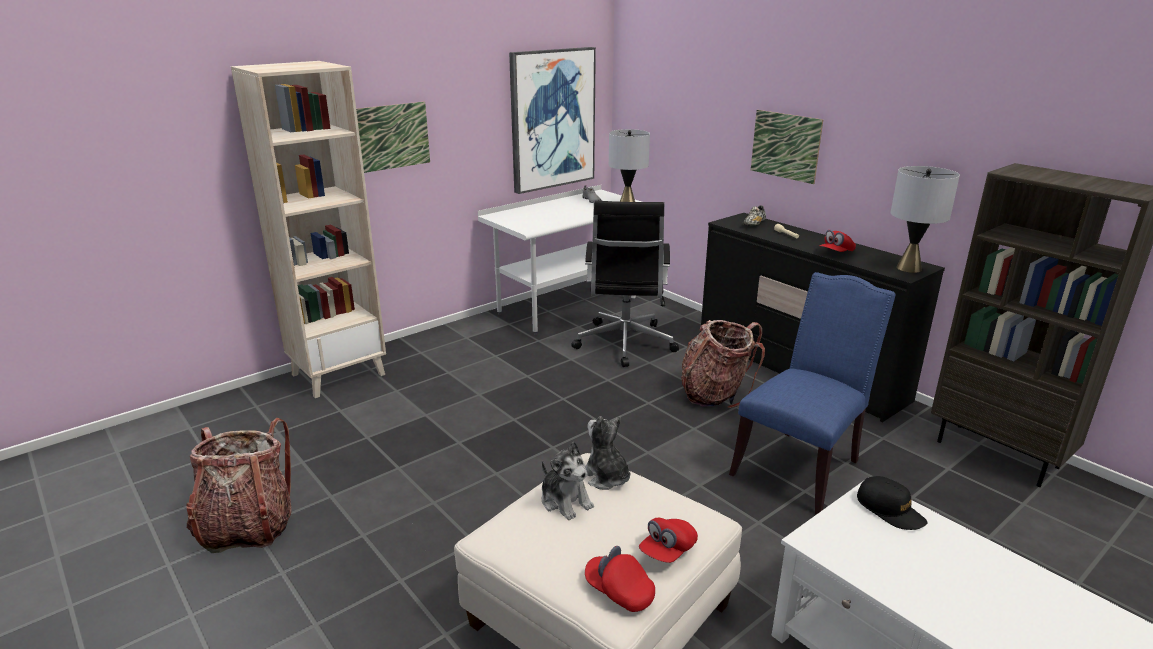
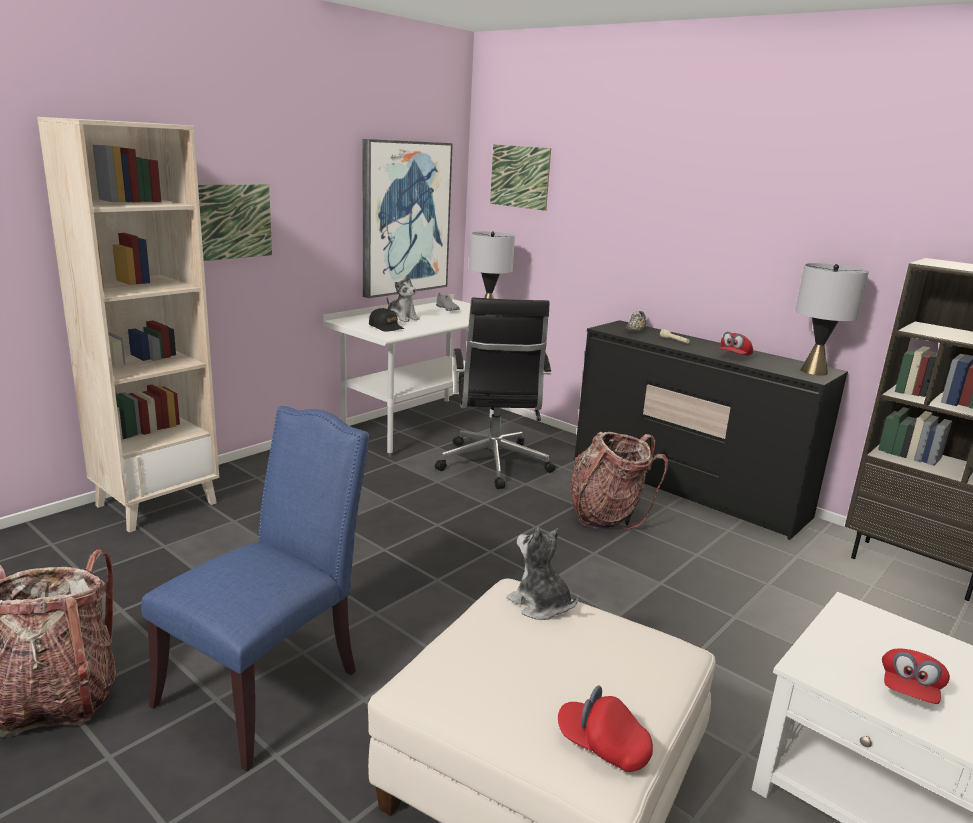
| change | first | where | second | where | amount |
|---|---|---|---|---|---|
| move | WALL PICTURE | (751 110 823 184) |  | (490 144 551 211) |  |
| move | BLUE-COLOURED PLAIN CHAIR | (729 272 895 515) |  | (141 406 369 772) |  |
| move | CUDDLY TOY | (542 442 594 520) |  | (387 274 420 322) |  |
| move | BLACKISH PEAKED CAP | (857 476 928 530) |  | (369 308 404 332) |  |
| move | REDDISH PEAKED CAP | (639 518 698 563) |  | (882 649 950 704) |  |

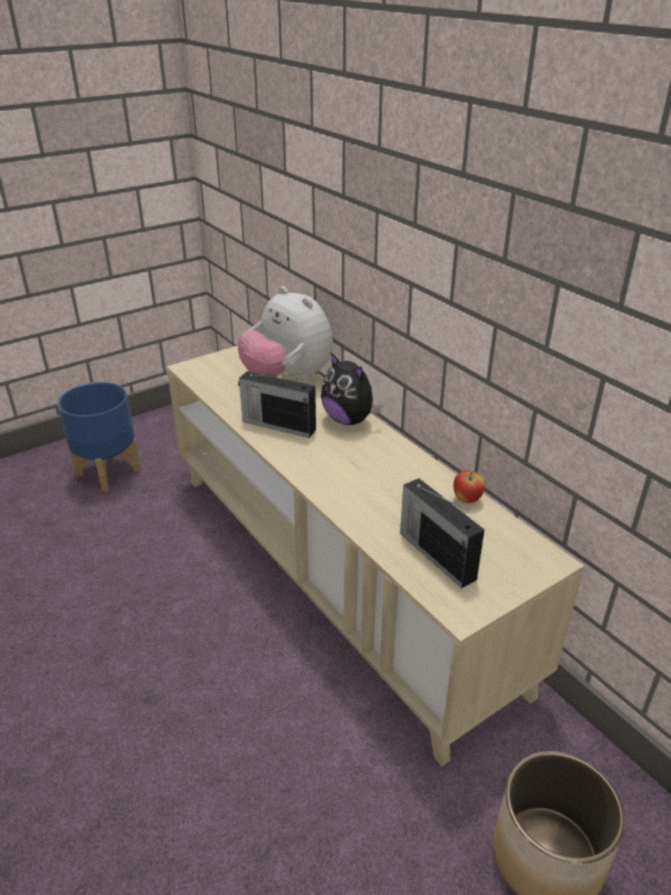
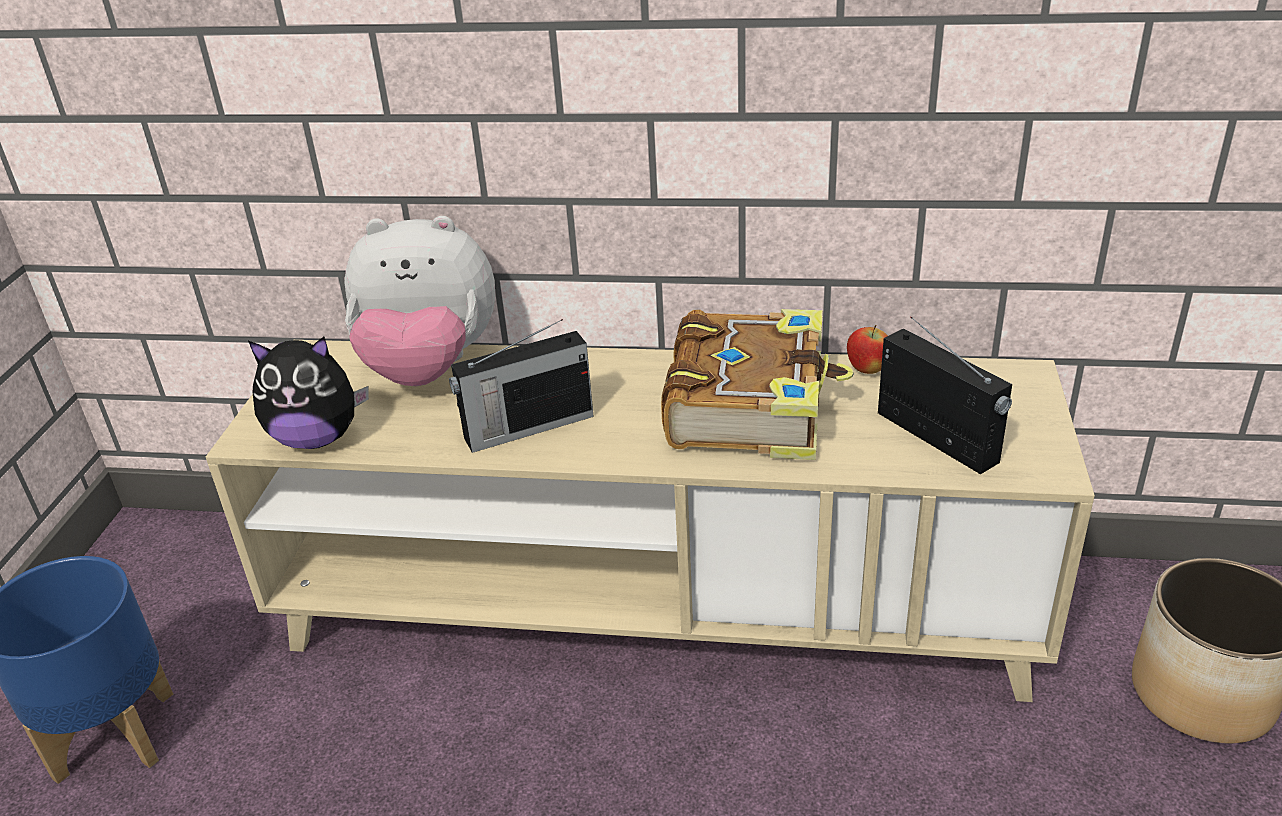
| change | first | where | second | where | amount |
|---|---|---|---|---|---|
| move | CUDDLY TOY | (321 352 383 425) |  | (248 337 369 449) |  |
| rotate | RADIO RECEIVER | (400 478 485 588) |  | (878 317 1012 474) | 135 degrees counterclockwise |
| insert |  |  | VOLUME | (661 309 854 460) |  |

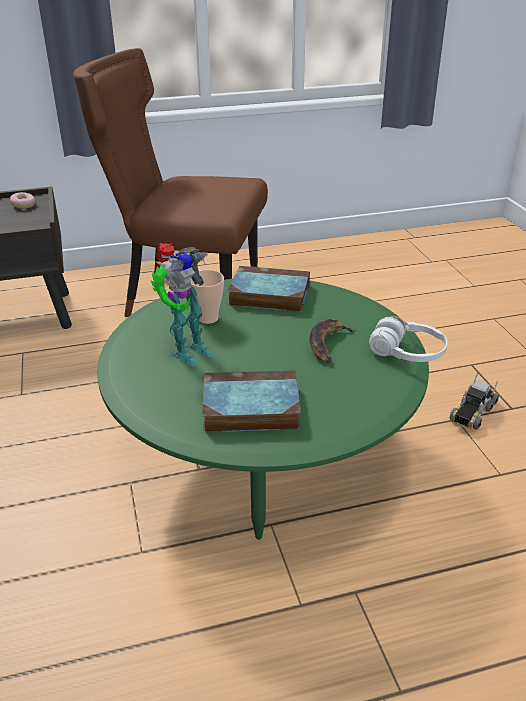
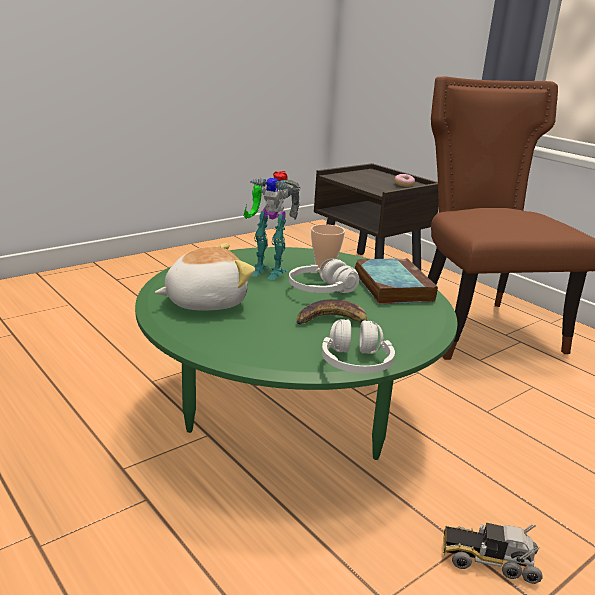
| change | first | where | second | where | amount |
|---|---|---|---|---|---|
| replace | VOLUME | (202 370 301 433) | CUDDLY TOY | (155 243 255 311) |  |
| insert |  |  | WHITISH PAIR OF HEADPHONES | (289 258 359 293) |  |

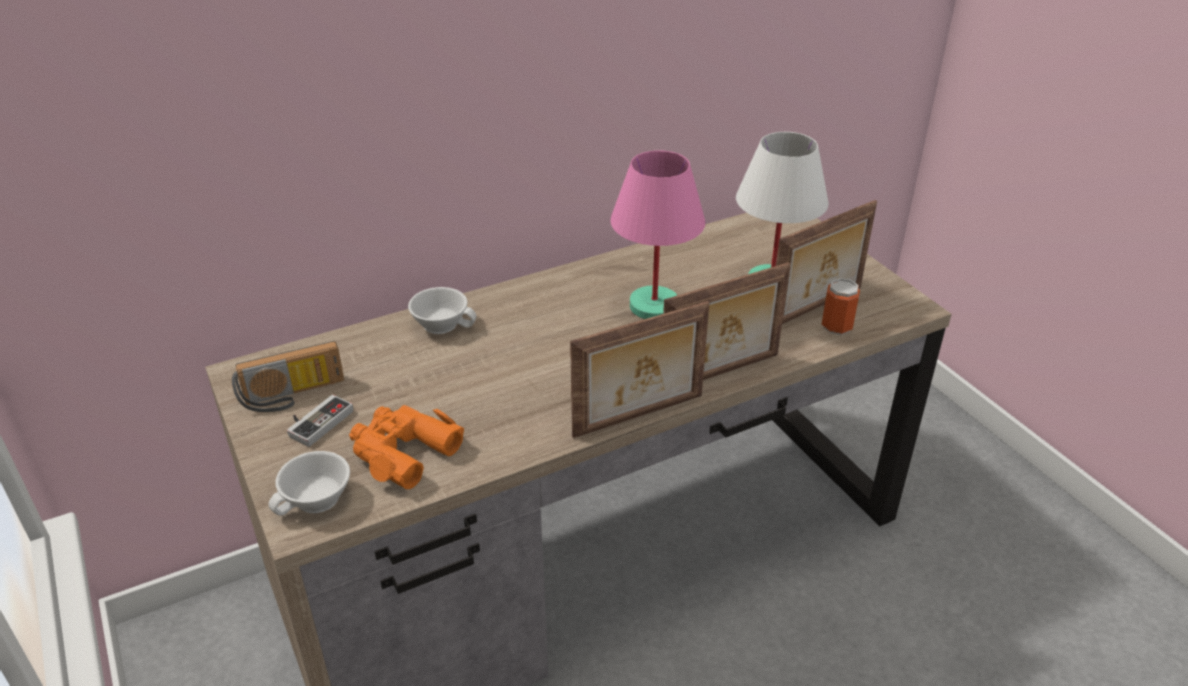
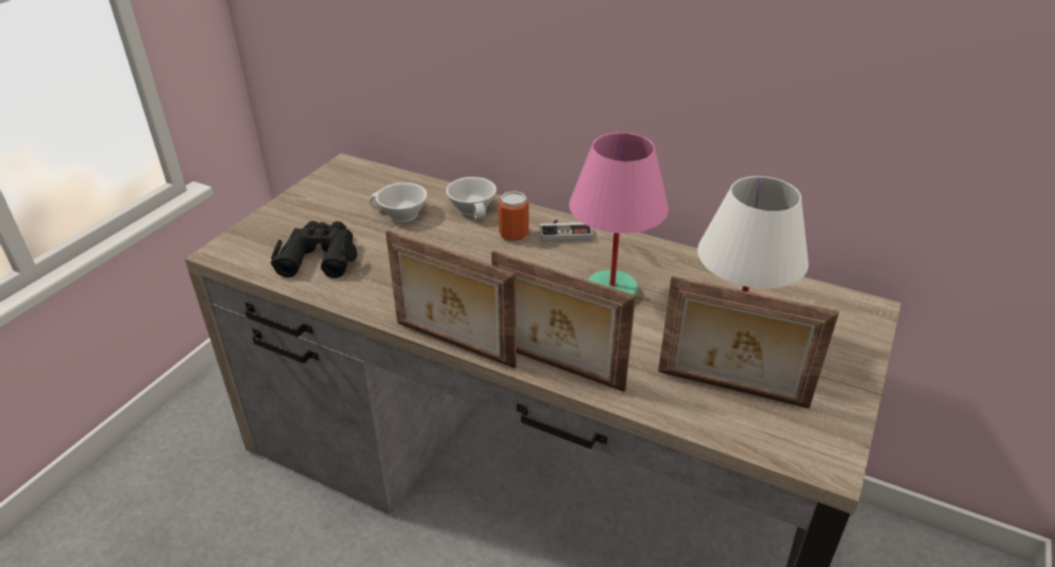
| change | first | where | second | where | amount |
|---|---|---|---|---|---|
| move | METAL CAN | (822 278 860 335) |  | (498 191 529 243) |  |
| delete | RADIO RECEIVER | (232 341 344 412) |  |  |  |
| move | GAMEPAD | (287 395 353 447) |  | (540 219 593 242) |  |
| recolor | ORANGE-COLOURED FIELD GLASSES | (349 405 464 489) | BLACKISH FIELD GLASSES | (271 221 357 278) |  |
| move | WHITISH DRINKING CUP | (268 451 350 516) |  | (370 183 427 222) |  |

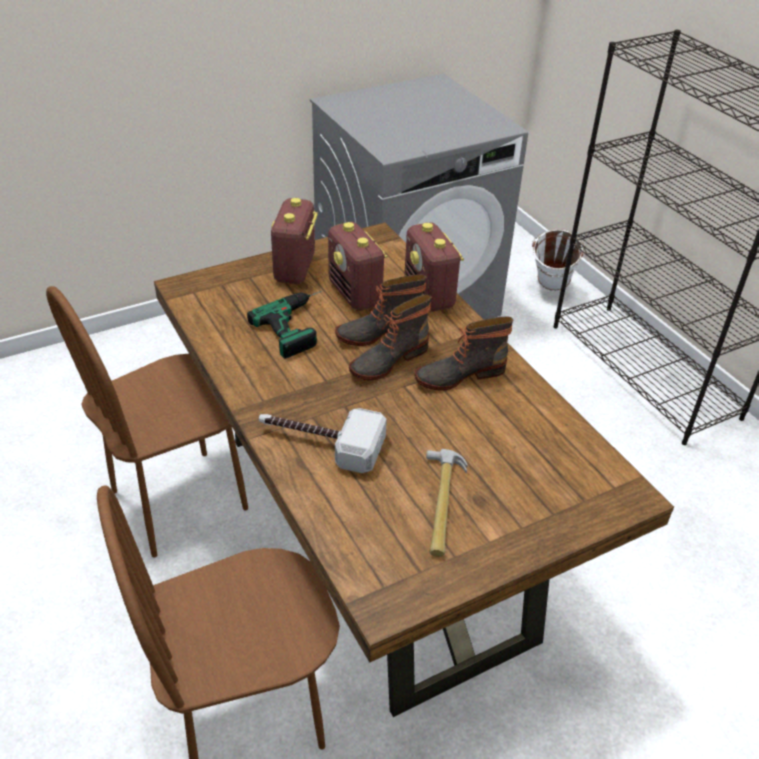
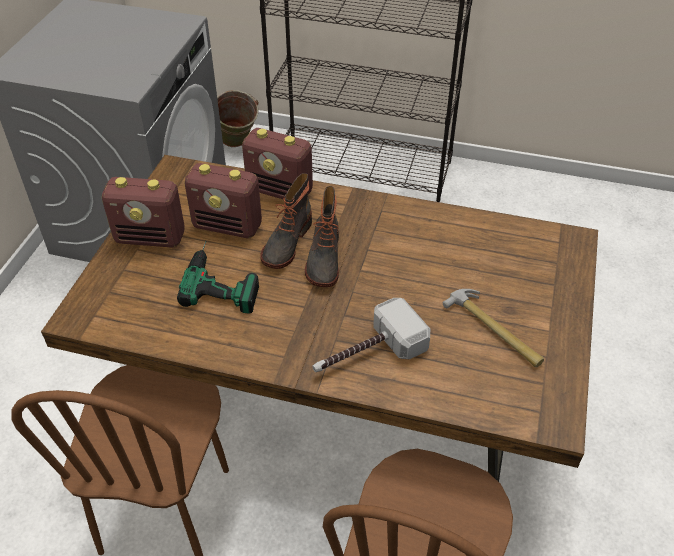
| change | first | where | second | where | amount |
|---|---|---|---|---|---|
| rotate | RADIO RECEIVER | (271 198 318 284) |  | (102 177 185 248) | 45 degrees counterclockwise |
| recolor | WHITISH BUCKET | (532 229 585 291) | GREENISH BUCKET | (217 90 259 147) |  |
| delete | BOOT | (414 316 513 391) |  |  |  |

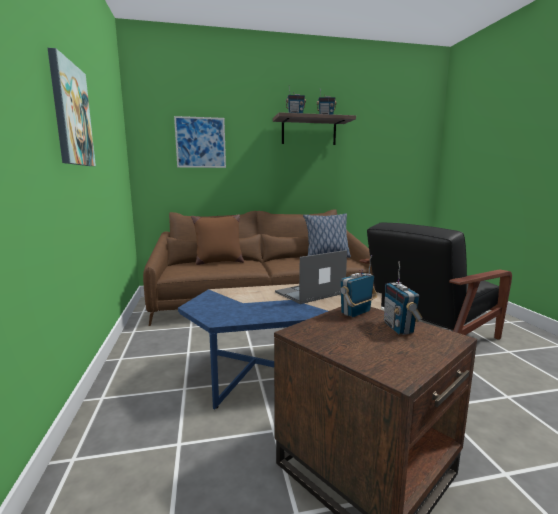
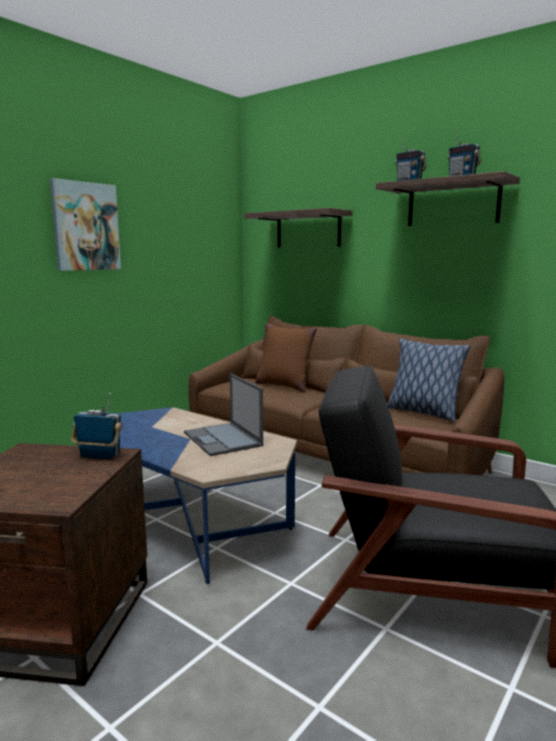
| change | first | where | second | where | amount |
|---|---|---|---|---|---|
| replace | WALL PICTURE | (174 116 226 168) | SHELF | (244 208 353 247) |  |
| rotate | PORTABLE COMPUTER | (275 250 347 304) |  | (184 374 263 456) | 135 degrees counterclockwise |
| delete | RADIO RECEIVER | (384 261 423 335) |  |  |  |

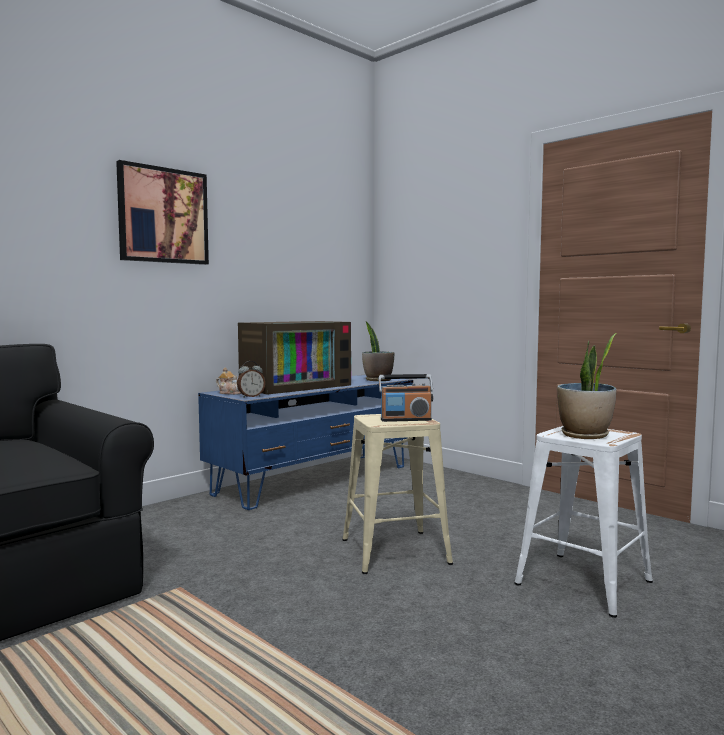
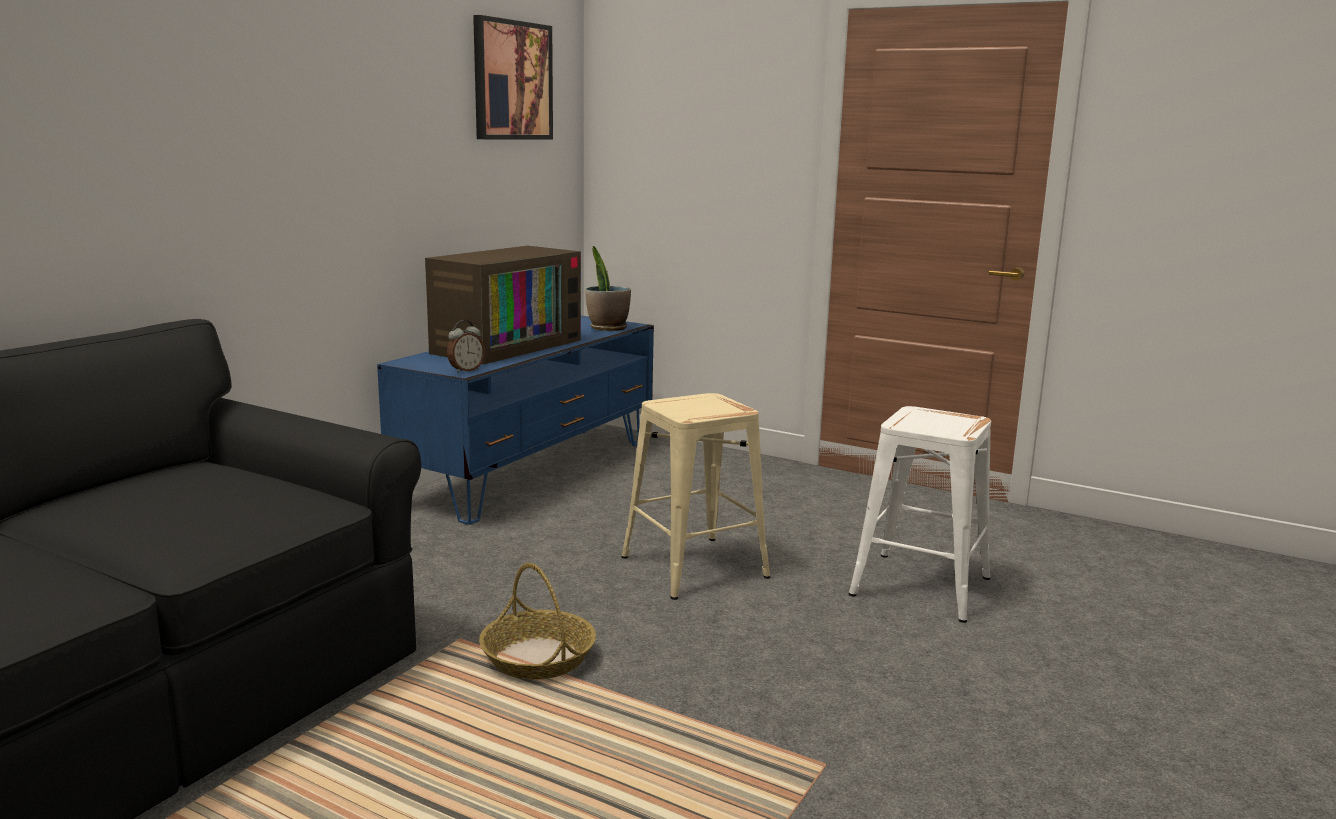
| change | first | where | second | where | amount |
|---|---|---|---|---|---|
| move | WALL PICTURE | (116 160 209 265) |  | (473 15 553 139) |  |
| delete | POTTED PLANT | (557 333 616 439) |  |  |  |
| delete | TEA POT | (216 367 241 395) |  |  |  |
| delete | RADIO RECEIVER | (378 374 433 422) |  |  |  |
| insert |  |  | BASKET | (479 563 596 680) |  |

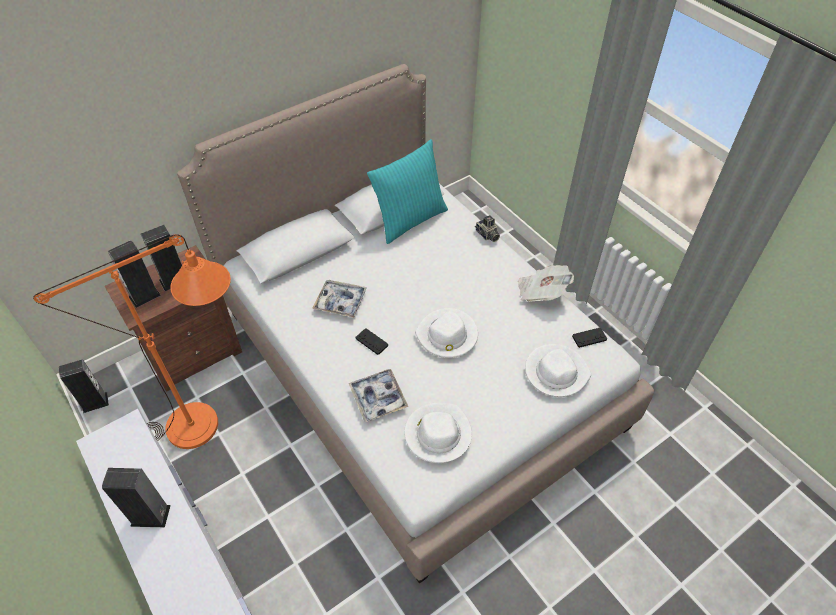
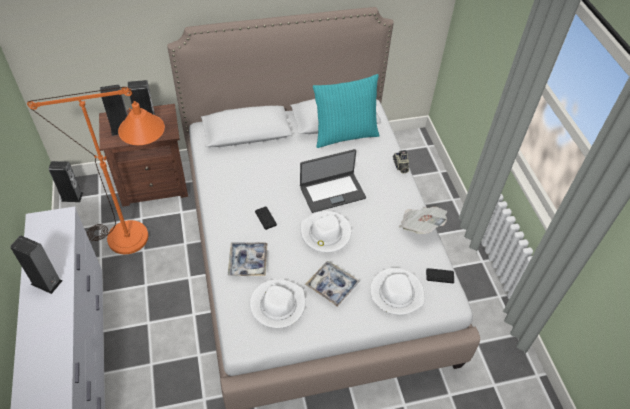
| change | first | where | second | where | amount |
|---|---|---|---|---|---|
| move | TRAY | (312 280 367 318) |  | (305 261 360 307) |  |
| insert |  |  | PORTABLE COMPUTER | (300 149 366 213) |  |

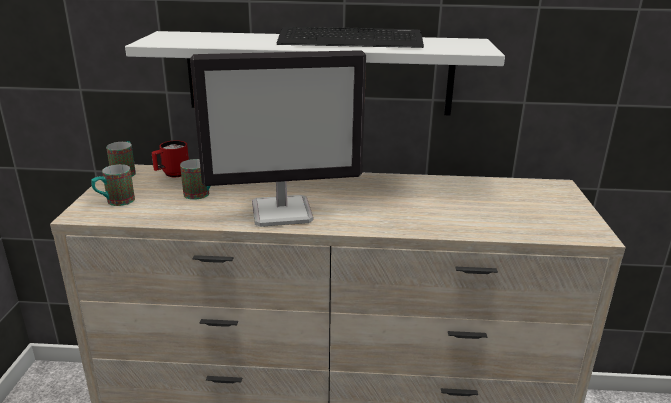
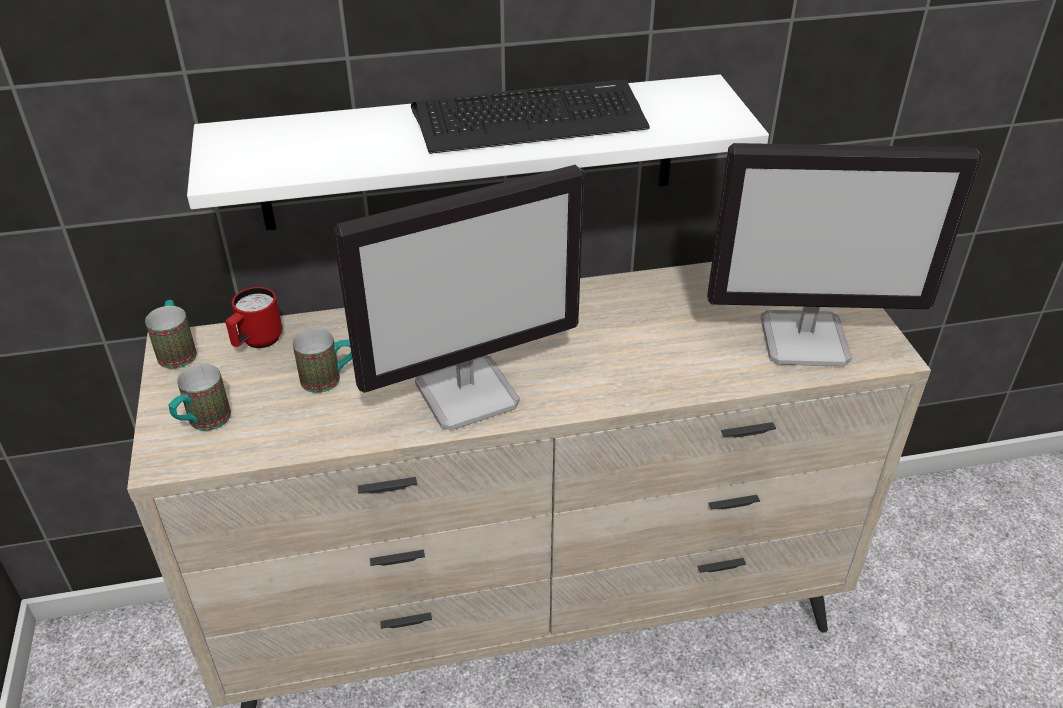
| change | first | where | second | where | amount |
|---|---|---|---|---|---|
| insert |  |  | COMPUTER DISPLAY | (707 143 982 366) |  |

